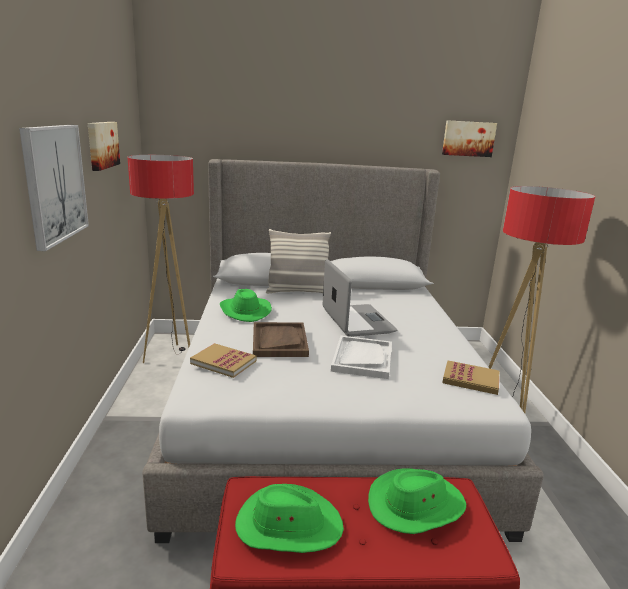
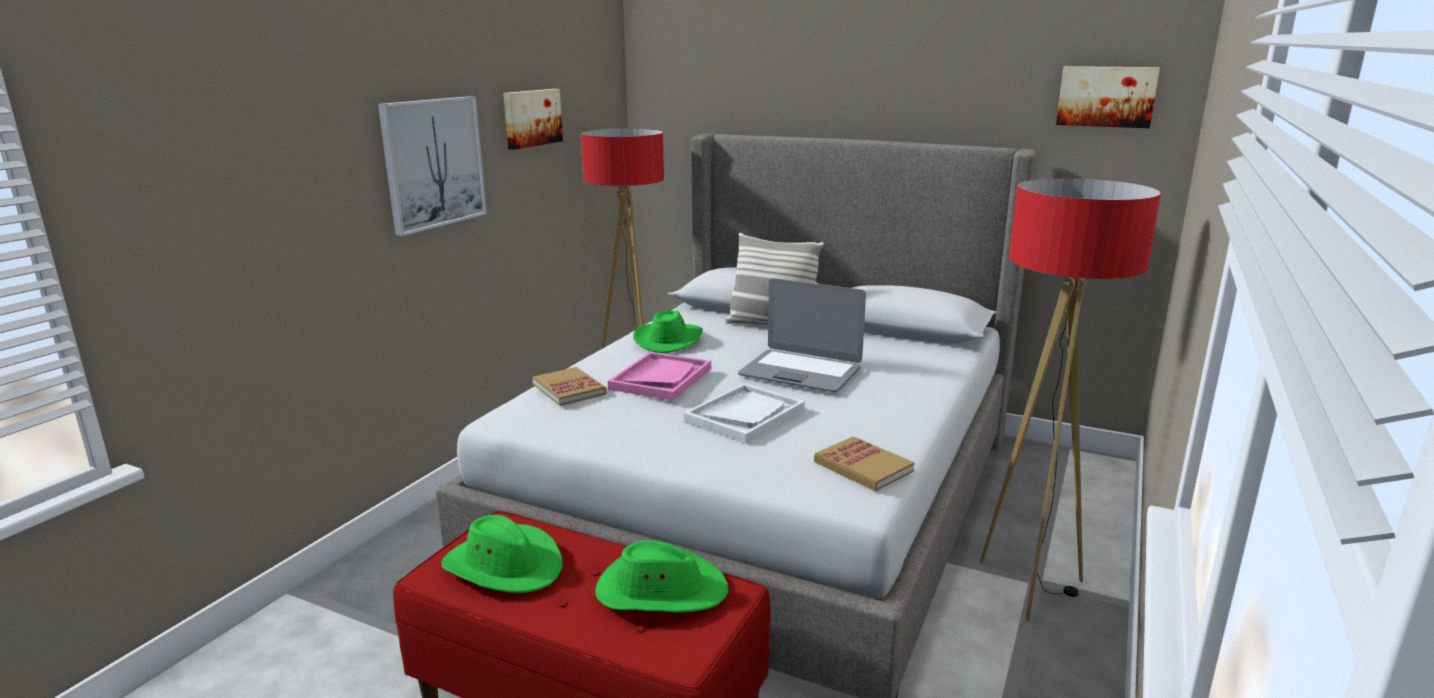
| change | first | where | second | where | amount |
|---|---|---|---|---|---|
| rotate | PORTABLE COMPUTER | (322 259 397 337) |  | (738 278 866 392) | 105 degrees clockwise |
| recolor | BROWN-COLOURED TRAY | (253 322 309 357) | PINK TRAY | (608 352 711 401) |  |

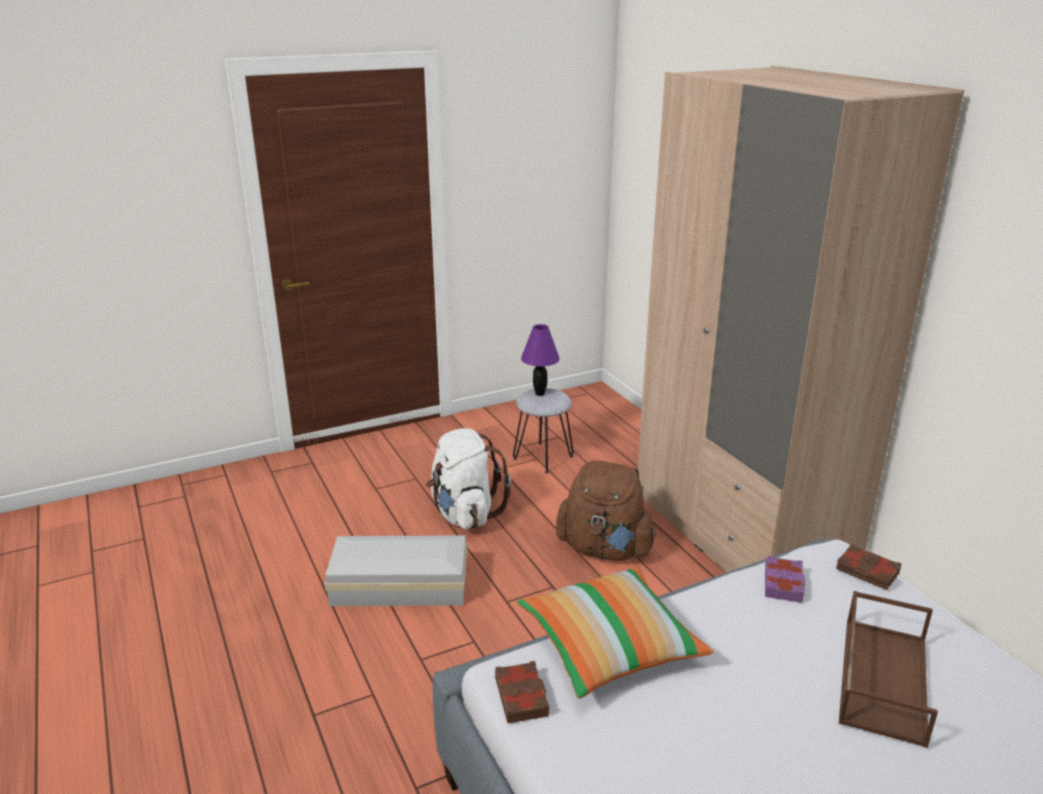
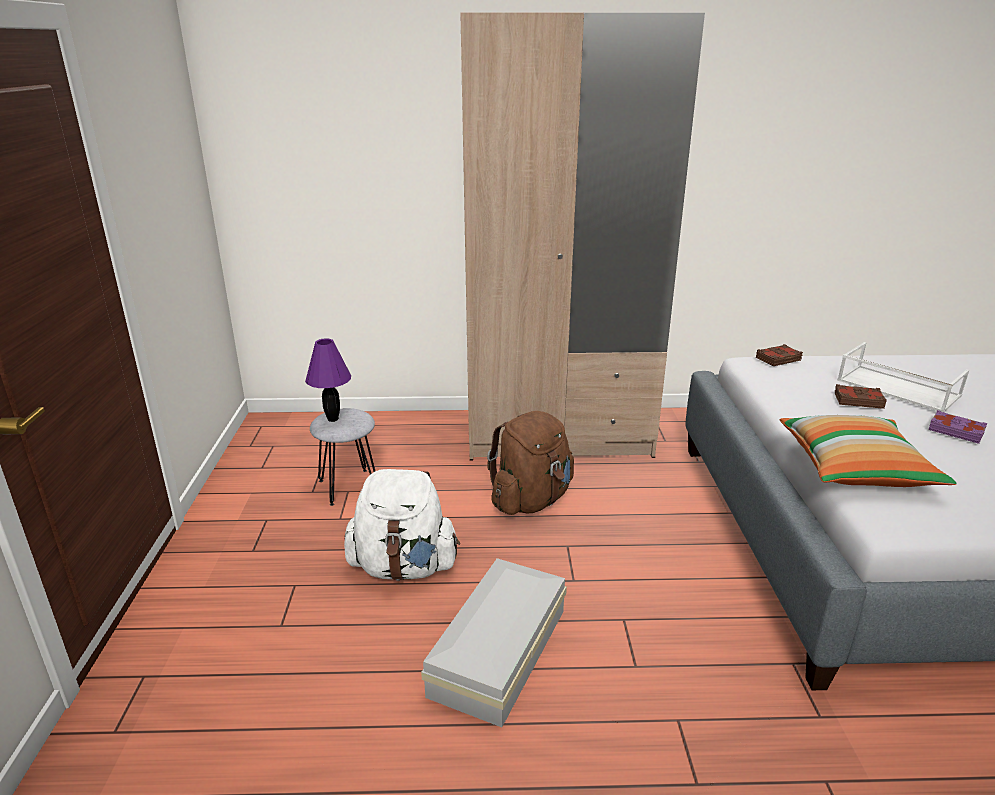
| change | first | where | second | where | amount |
|---|---|---|---|---|---|
| move | PURPLISH VOLUME | (765 556 805 603) |  | (929 410 987 444) |  |
| recolor | BROWN-COLOURED TRAY | (839 591 938 748) | WHITISH TRAY | (837 342 969 412) |  |
| move | BROWN-COLOURED VOLUME | (495 661 550 723) |  | (834 384 887 409) |  |

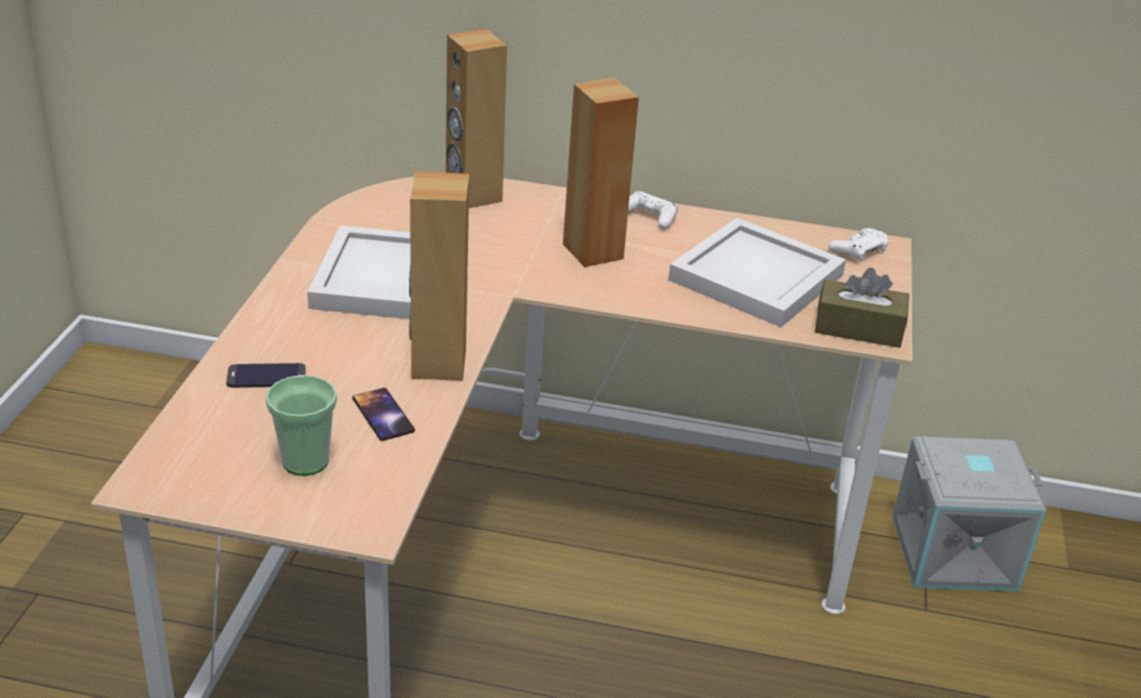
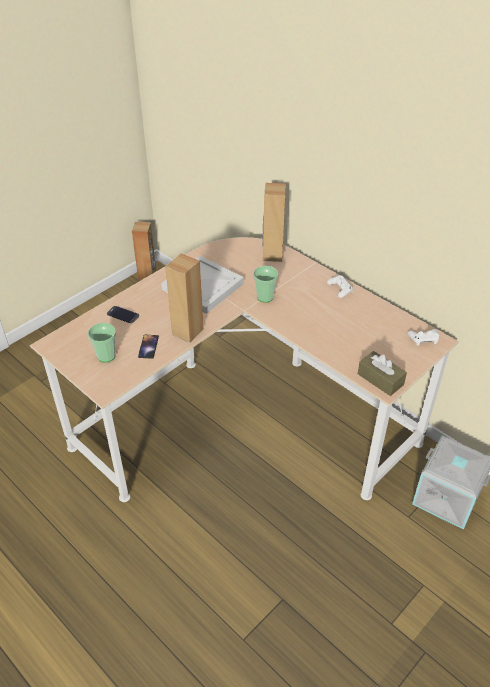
| change | first | where | second | where | amount |
|---|---|---|---|---|---|
| move | BROWN-COLOURED LOUDSPEAKER | (563 77 639 267) |  | (132 222 156 280) |  |
| delete | WHITISH TRAY | (668 218 846 327) |  |  |  |
| insert |  |  | DRINKING CUP | (253 266 278 303) |  |

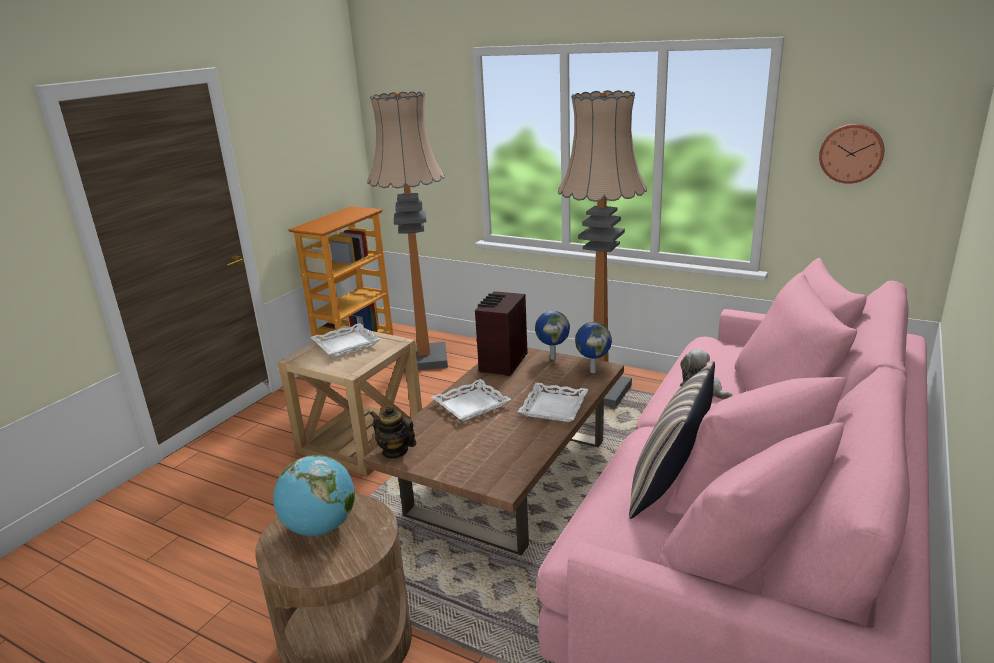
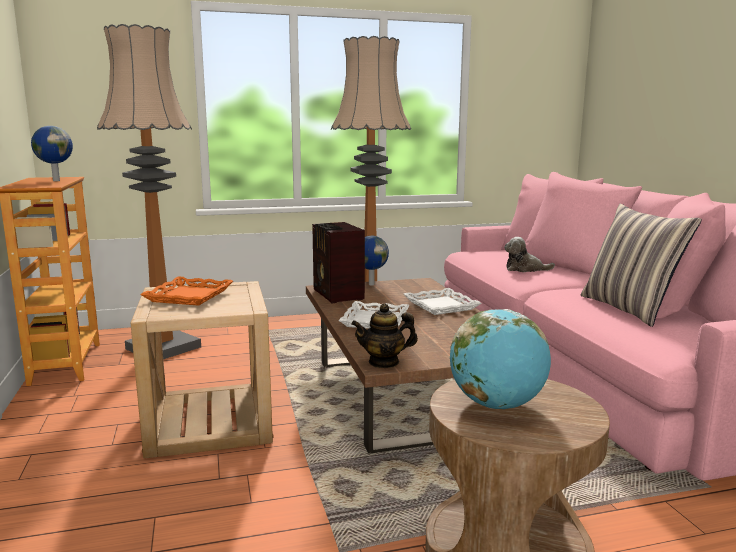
| change | first | where | second | where | amount |
|---|---|---|---|---|---|
| delete | CLOCK ON THE WALL | (819 124 884 184) |  |  |  |
| move | GLOBE | (575 322 612 373) |  | (31 126 73 181) |  |
| recolor | WHITISH TRAY | (310 323 380 357) | ORANGE-COLOURED TRAY | (140 277 233 306) |  |

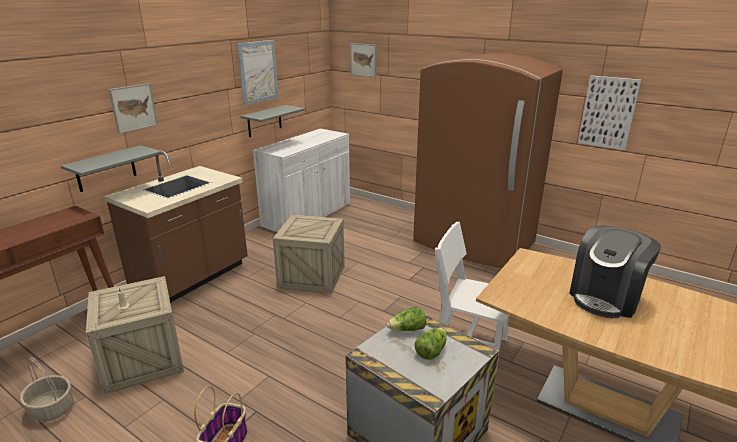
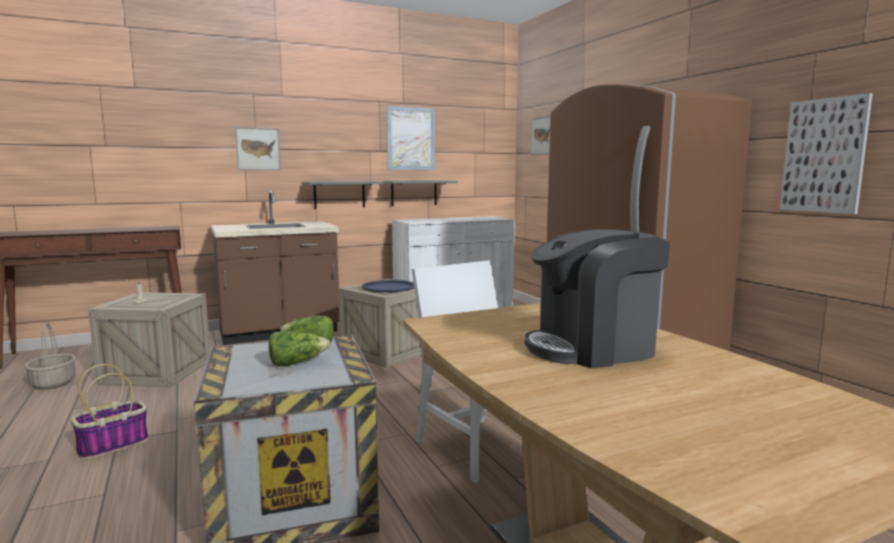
| change | first | where | second | where | amount |
|---|---|---|---|---|---|
| move | GREYISH SHELF | (61 145 162 192) |  | (303 181 384 208) |  |
| insert |  |  | BLUE-COLOURED TRAY | (362 280 414 293) |  |

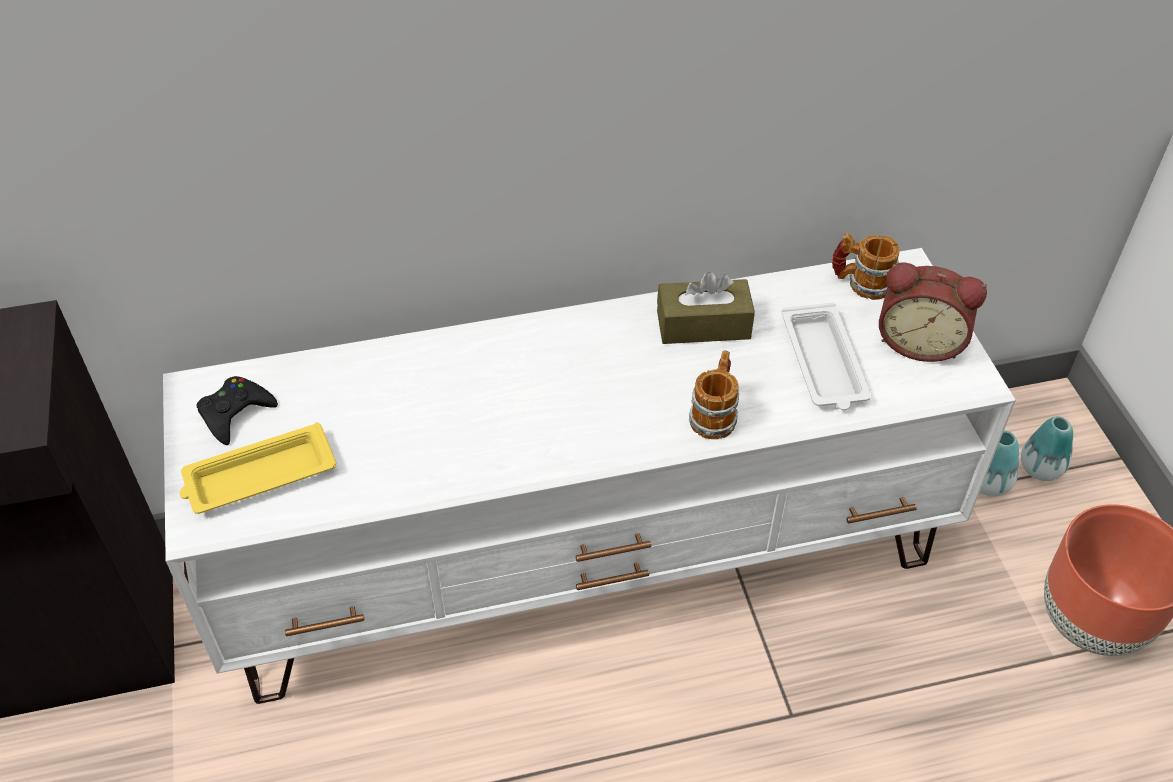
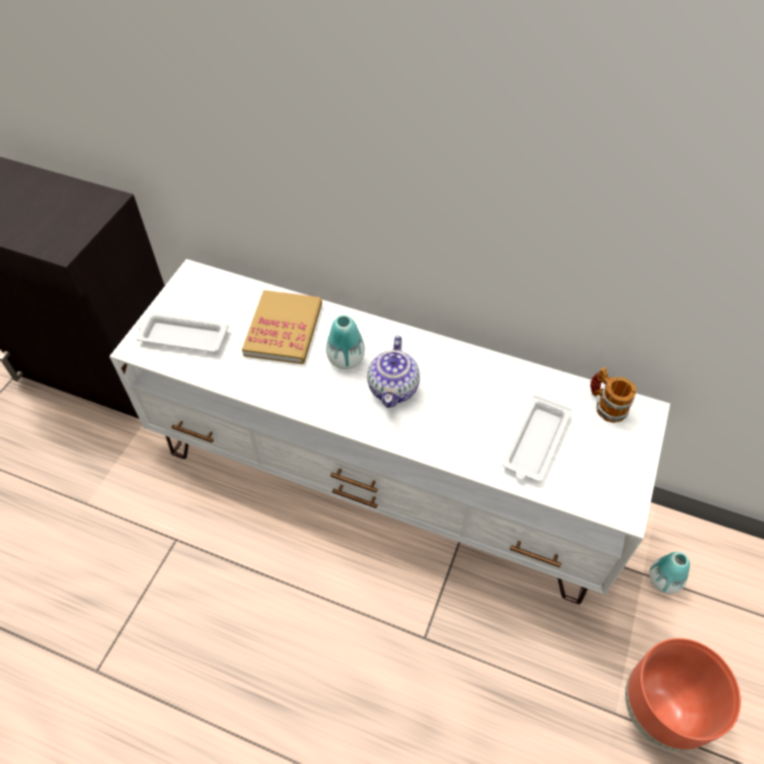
| change | first | where | second | where | amount |
|---|---|---|---|---|---|
| delete | BEDSIDE CLOCK | (879 262 987 362) |  |  |  |
| delete | BROWN-COLOURED TISSUE HOLDER | (657 272 755 344) |  |  |  |
| delete | MUG | (689 350 739 439) |  |  |  |
| delete | BLACKISH GAMEPAD | (196 376 278 445) |  |  |  |
| move | VASE | (1021 416 1073 481) |  | (326 315 365 369) |  |
| recolor | YELLOWISH TRAY | (180 422 336 514) | WHITISH TRAY | (136 312 229 352) |  |
| insert |  |  | VOLUME | (242 290 322 364) |  |
| insert |  |  | TEA POT | (367 336 420 408) |  |

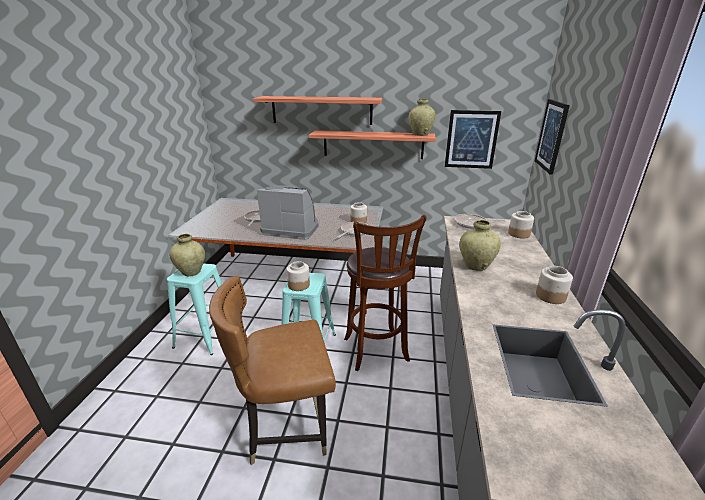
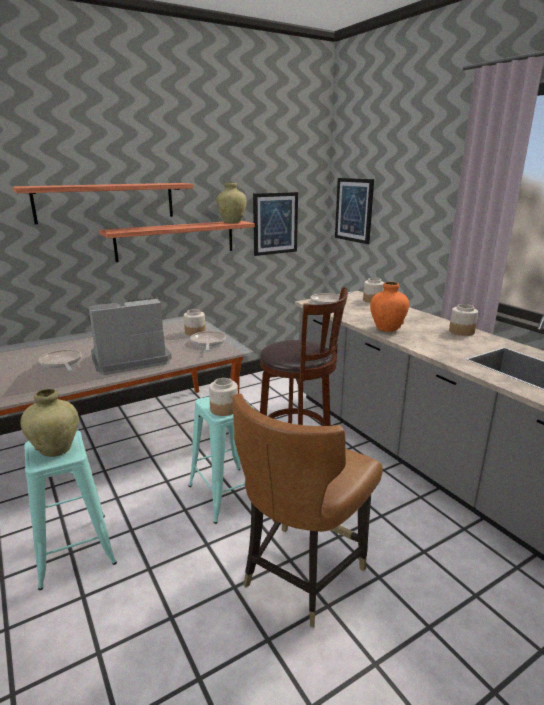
| change | first | where | second | where | amount |
|---|---|---|---|---|---|
| recolor | SAND-COLOURED VASE | (459 220 501 271) | ORANGE-COLOURED VASE | (370 282 409 332) |  |

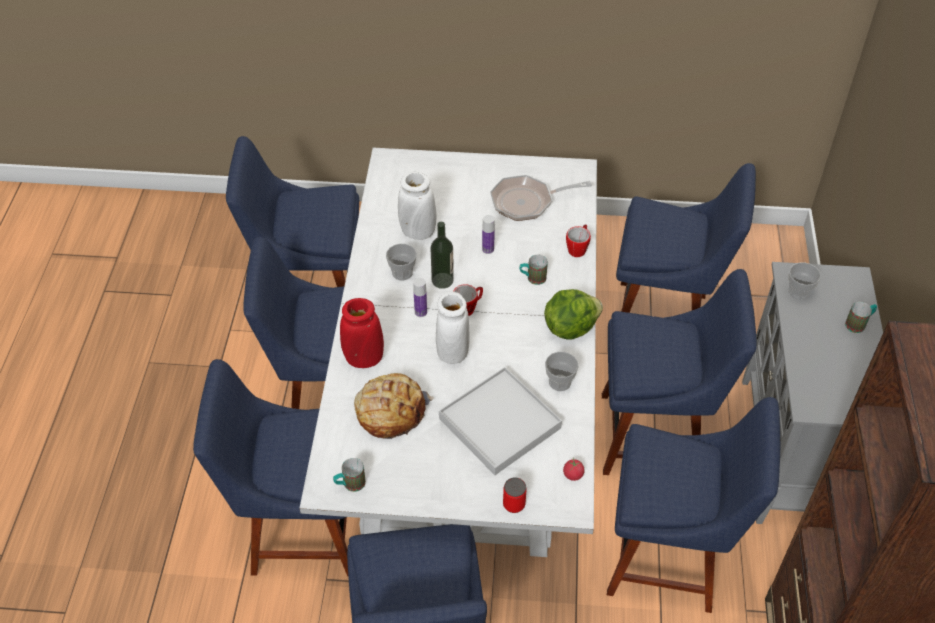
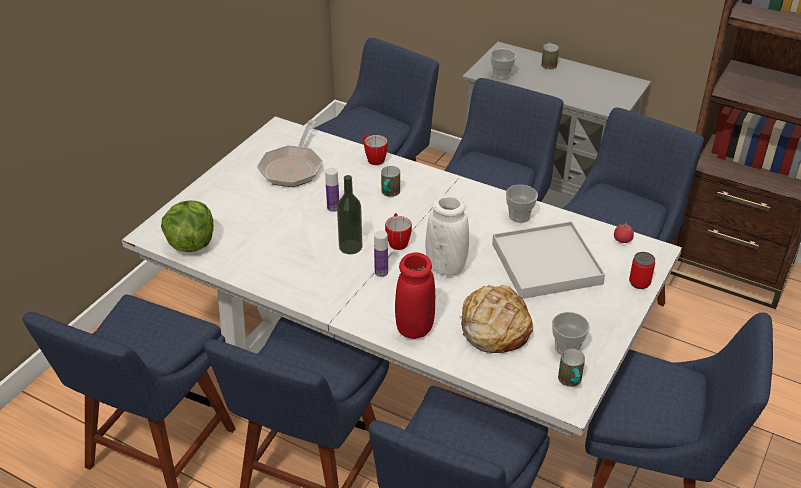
| change | first | where | second | where | amount |
|---|---|---|---|---|---|
| delete | WHITISH VASE | (398 172 437 240) |  |  |  |
| move | DRINKING CUP | (386 244 417 281) |  | (552 312 590 355) |  |
| move | LETTUCE HEAD | (544 289 603 340) |  | (161 200 213 252) |  |

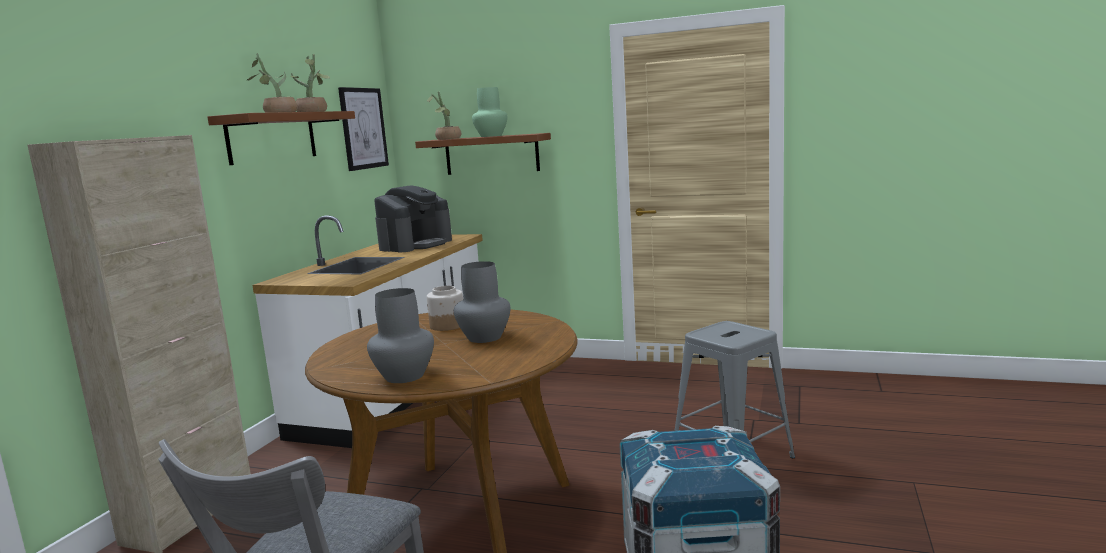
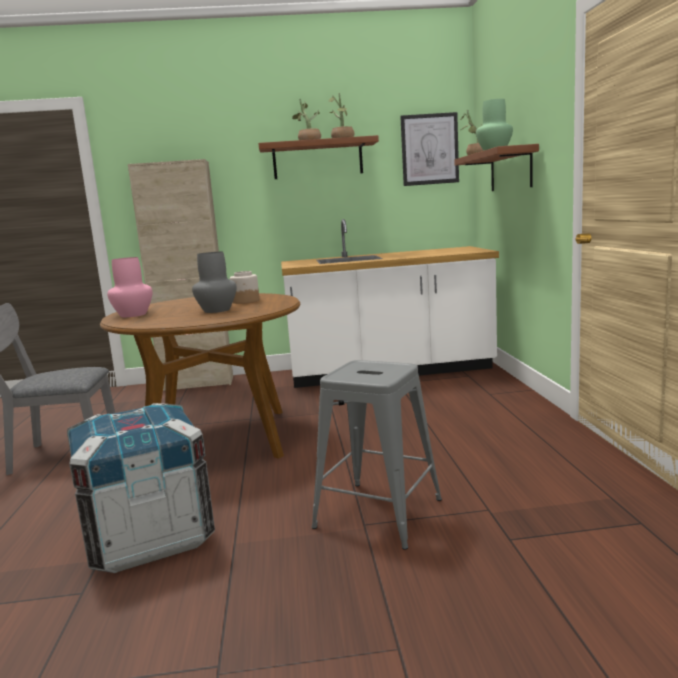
| change | first | where | second | where | amount |
|---|---|---|---|---|---|
| delete | COFFEE MAKER | (374 185 452 252) |  |  |  |
| recolor | GREYISH VASE | (367 288 434 383) | PINK VASE | (107 257 152 317) |  |

